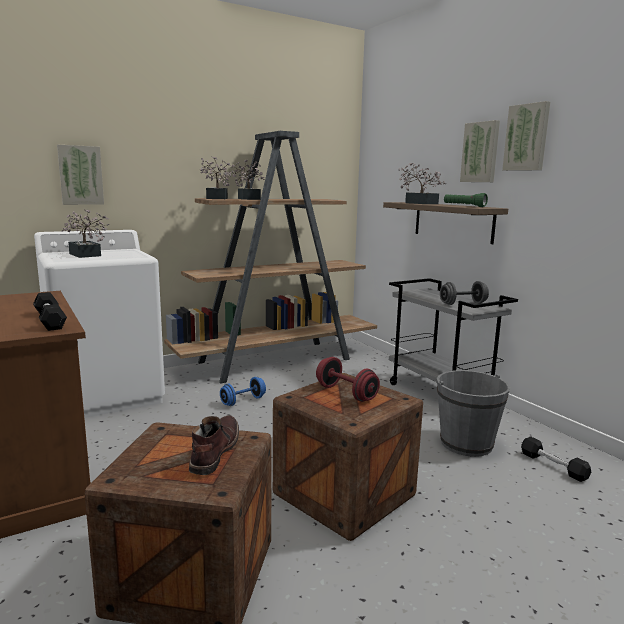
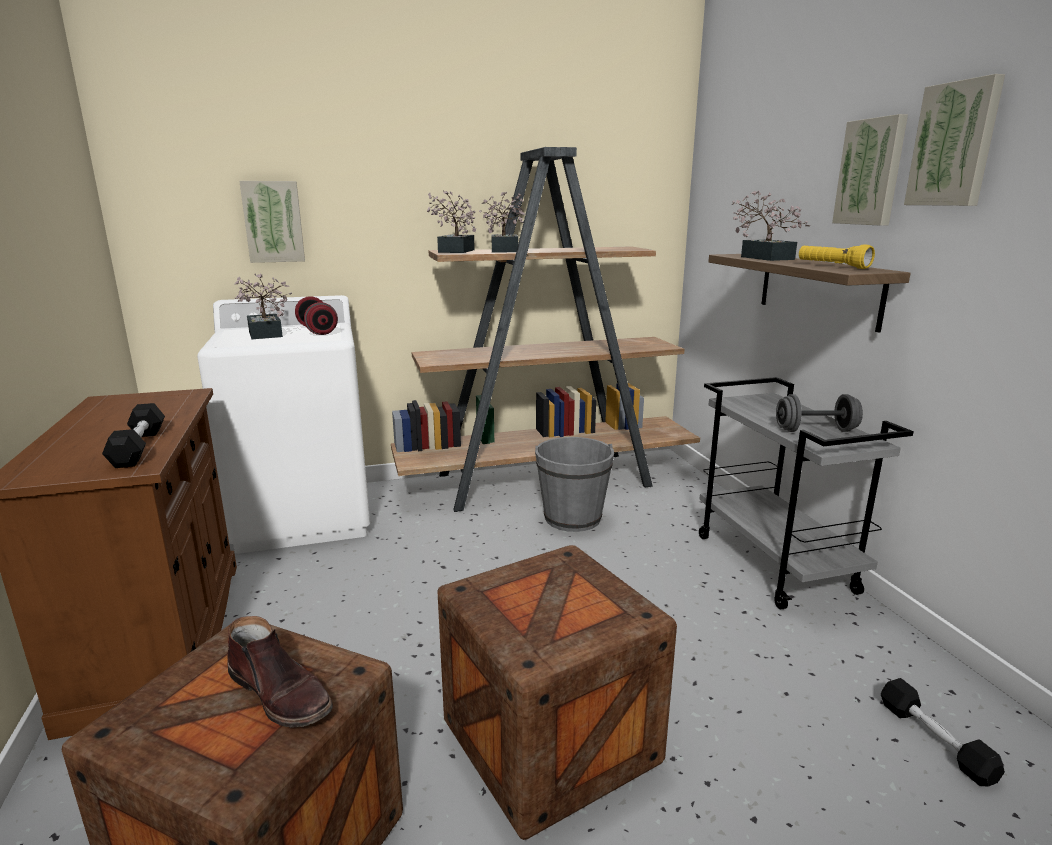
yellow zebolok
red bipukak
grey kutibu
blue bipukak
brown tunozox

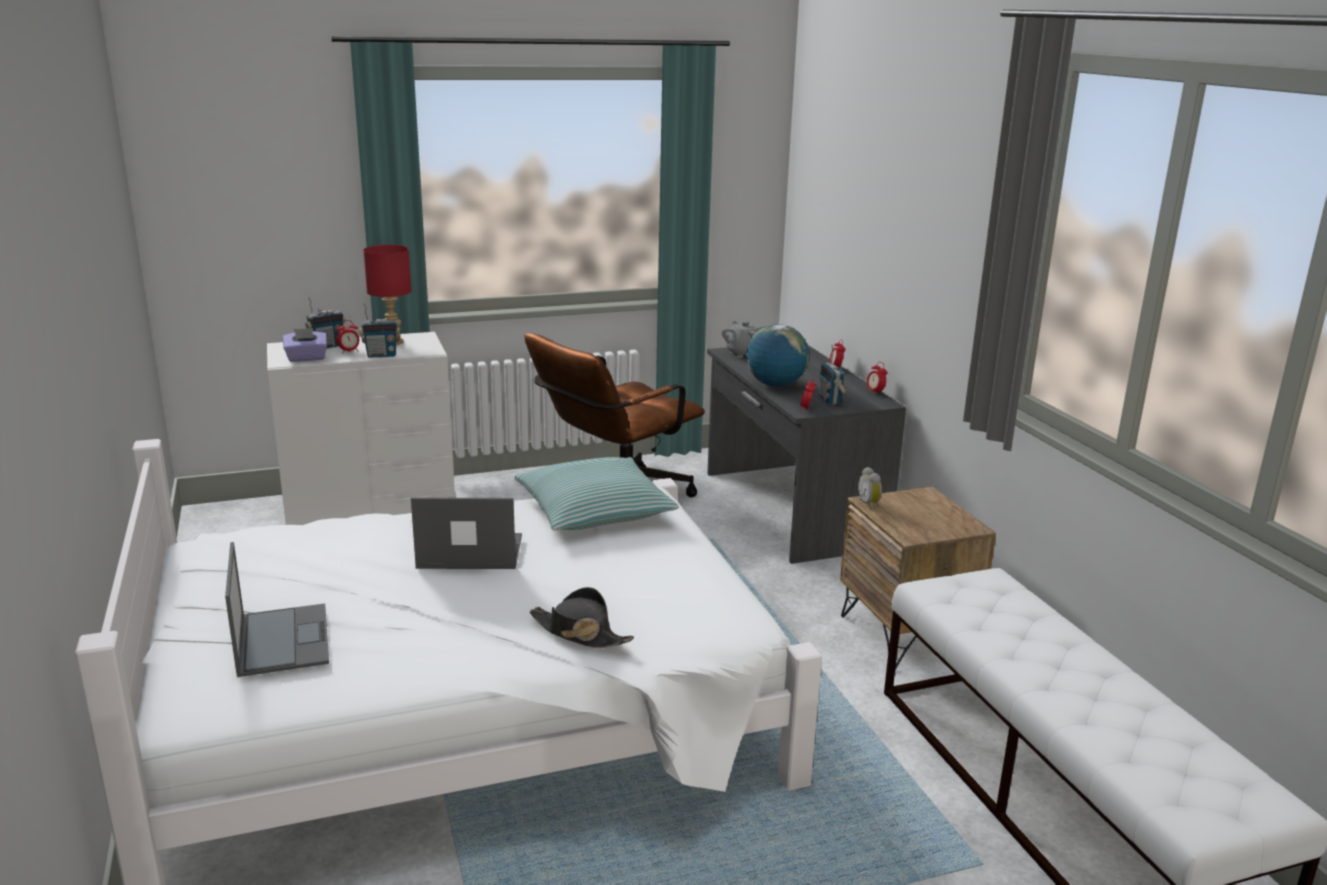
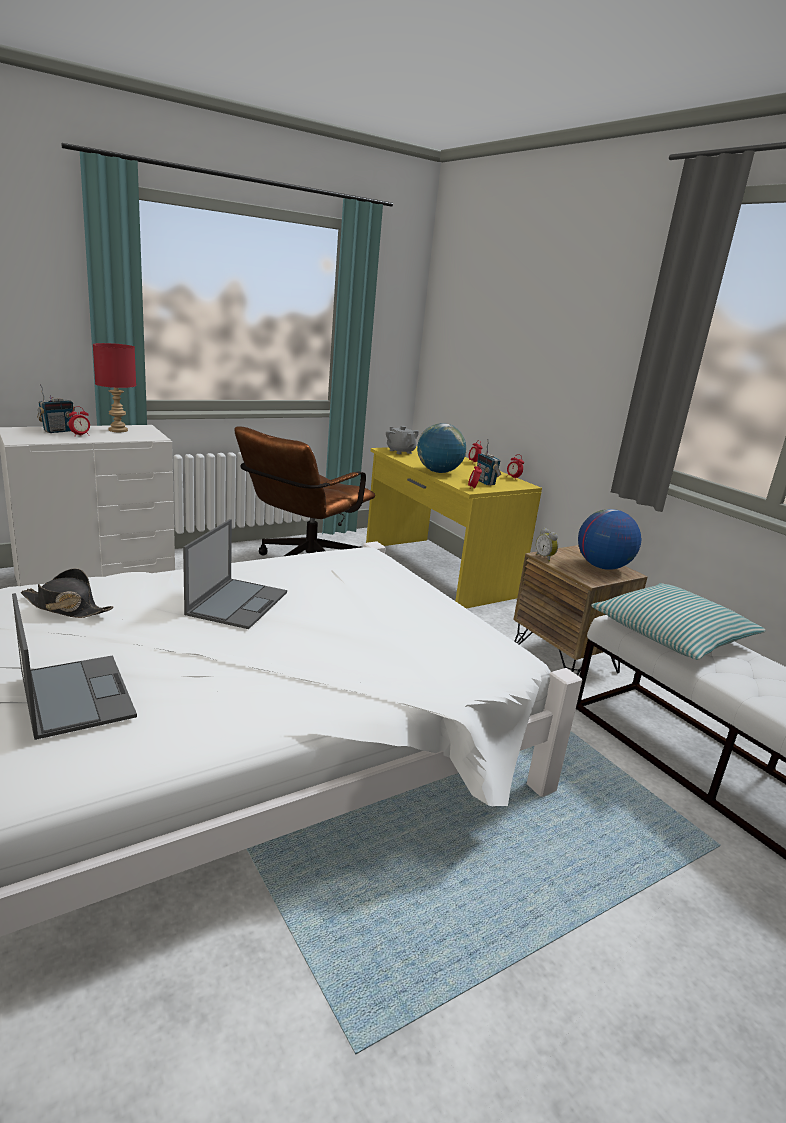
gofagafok (2nd from left in the first image)
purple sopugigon
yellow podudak
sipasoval
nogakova (2nd from left)
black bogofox
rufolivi (2nd from left)

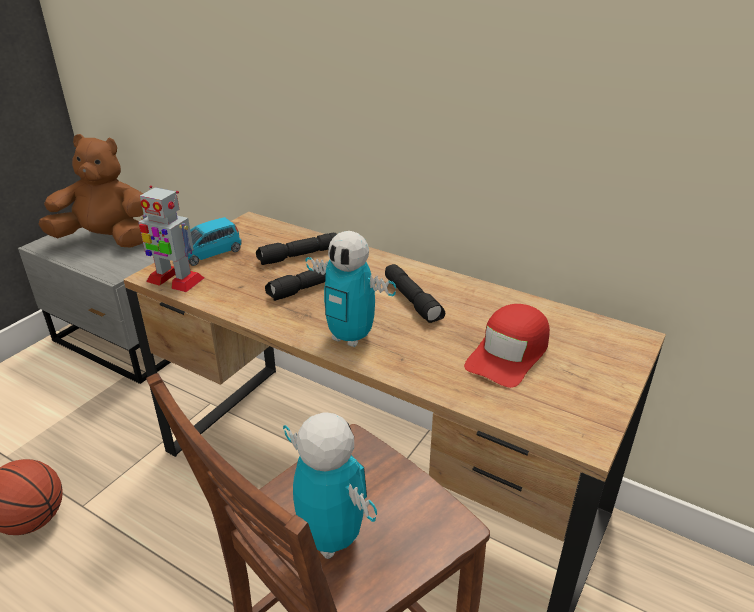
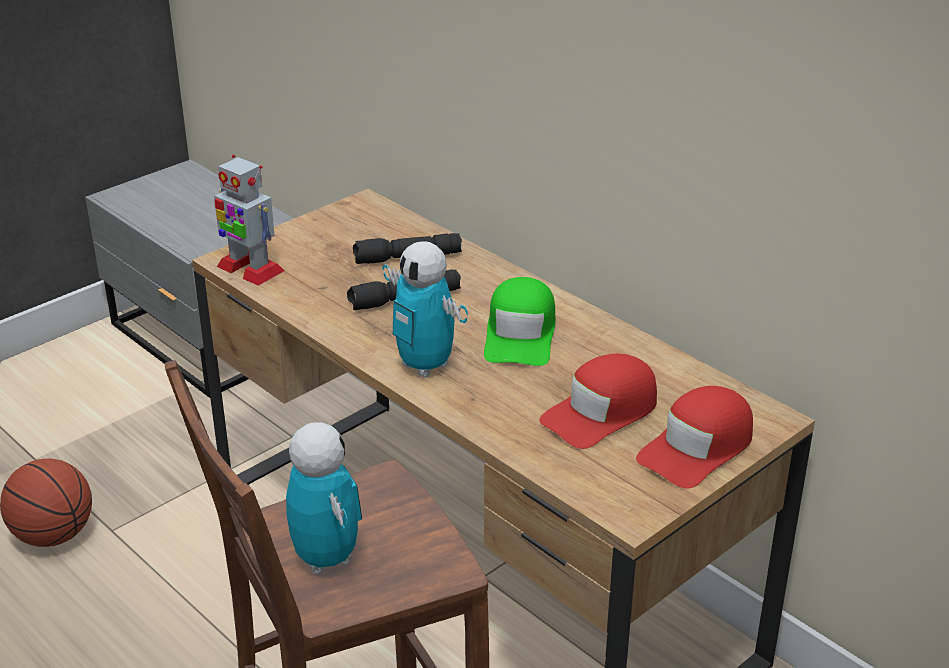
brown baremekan
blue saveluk
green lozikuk
red lozikuk (2nd from left)

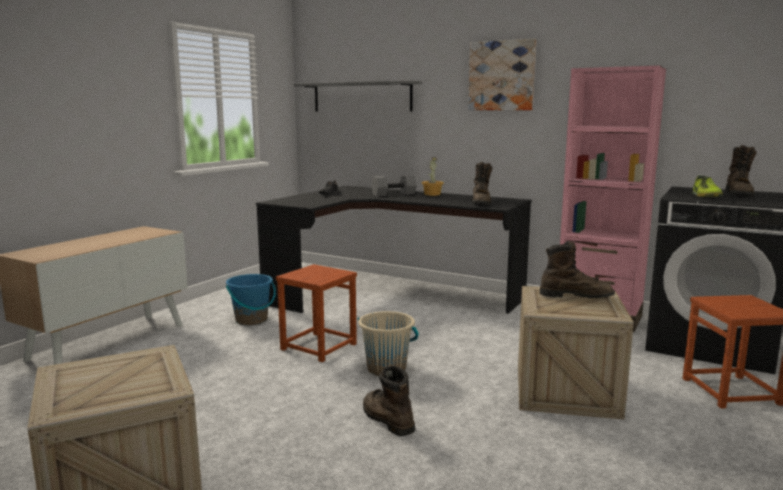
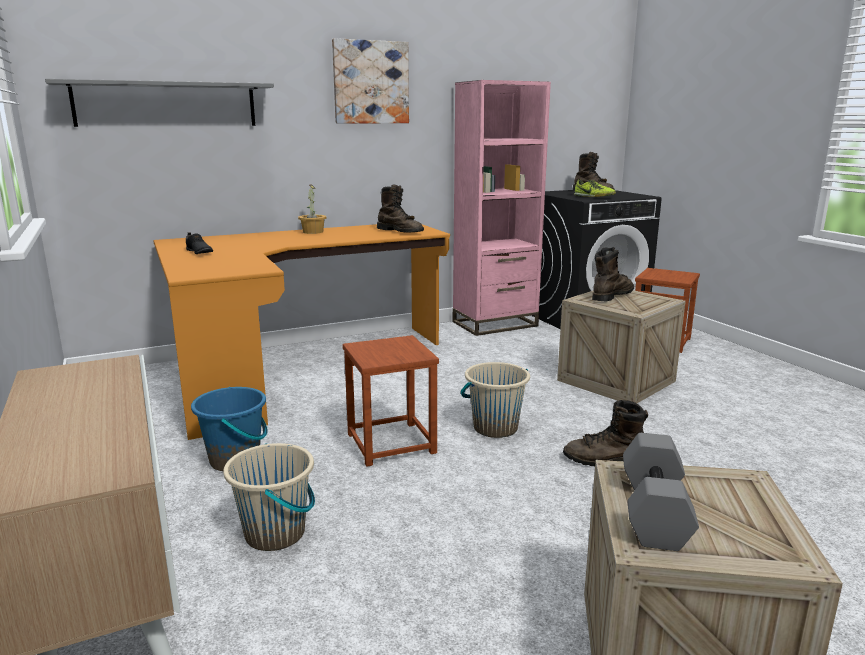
grey bipukak
orange podudak
beige kutibu (1st from left)

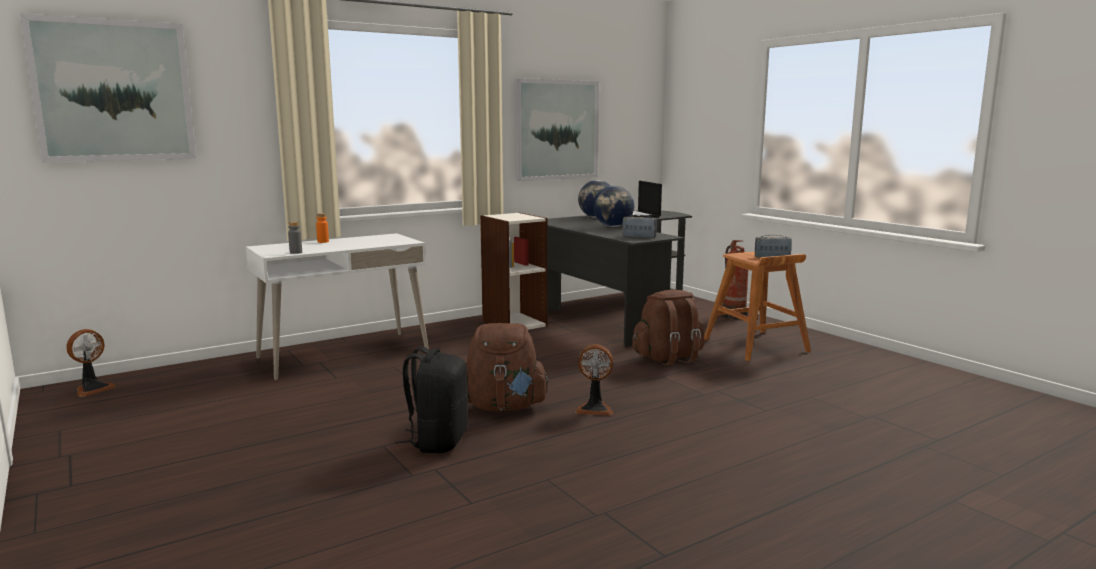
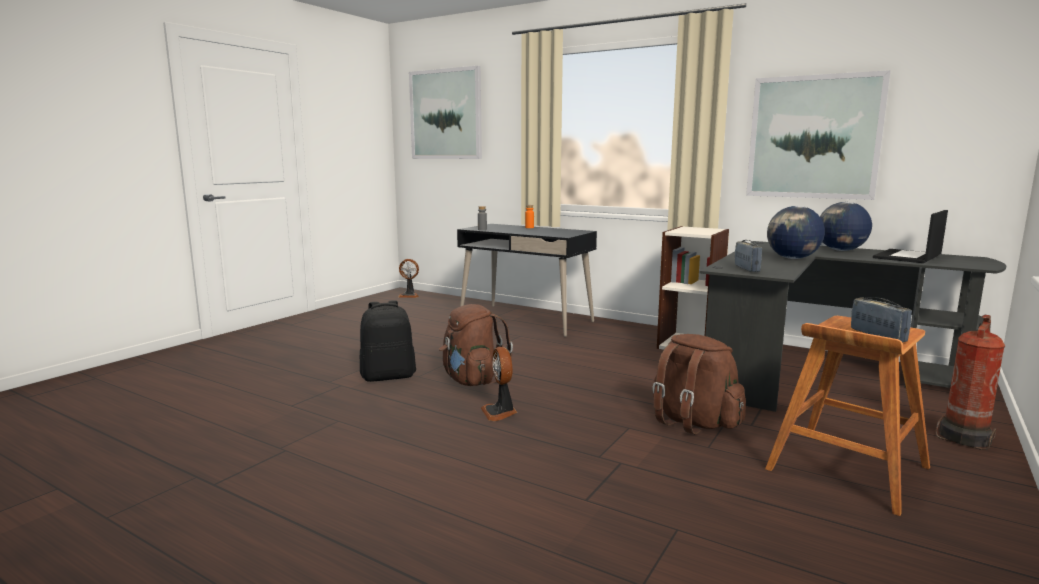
black podudak (1st from left)

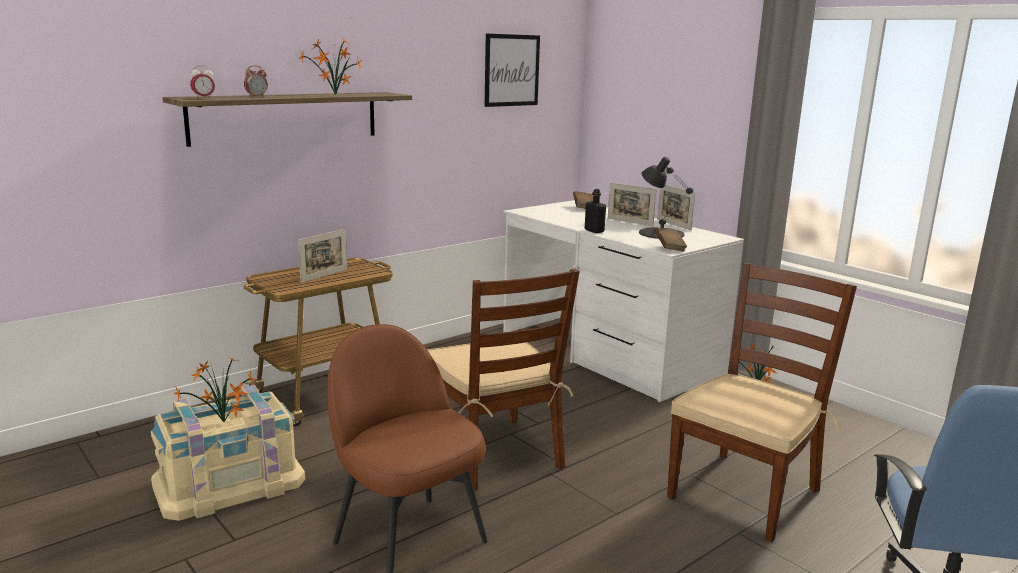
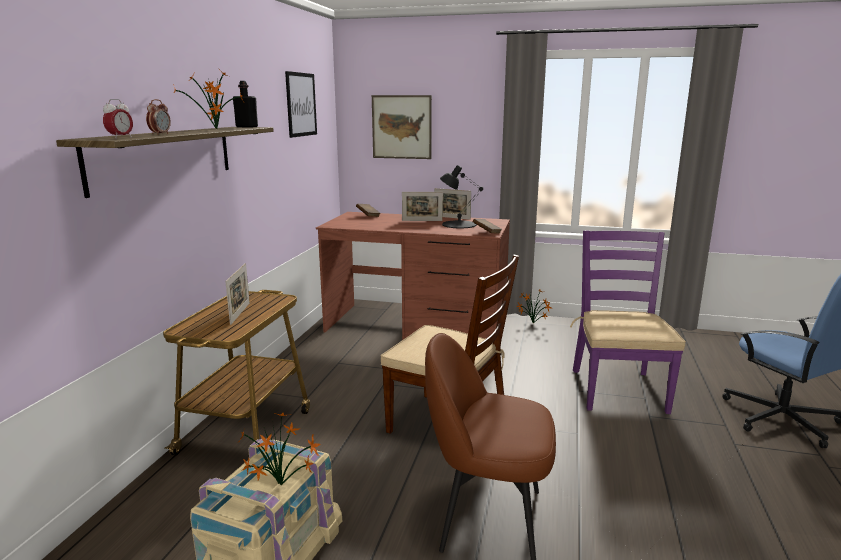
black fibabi
brown podudak
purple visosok
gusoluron (2nd from left)

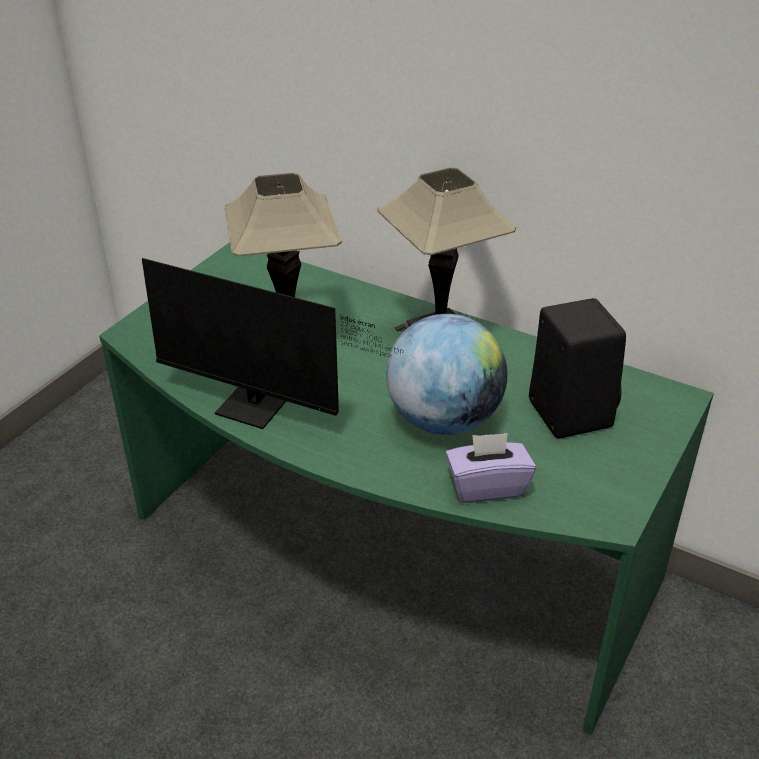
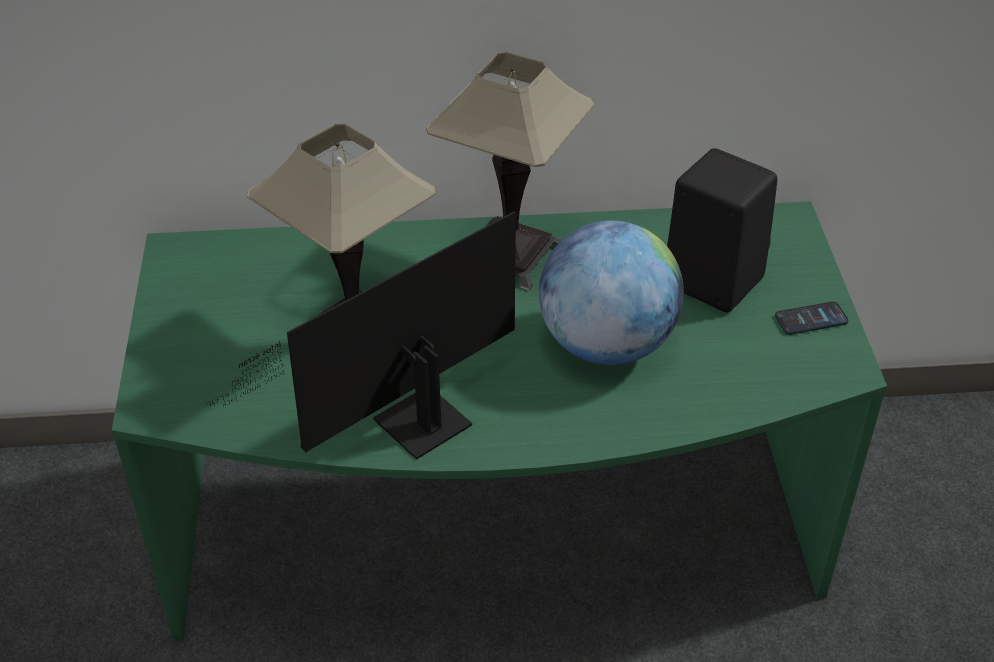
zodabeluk
purple sopugigon
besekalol

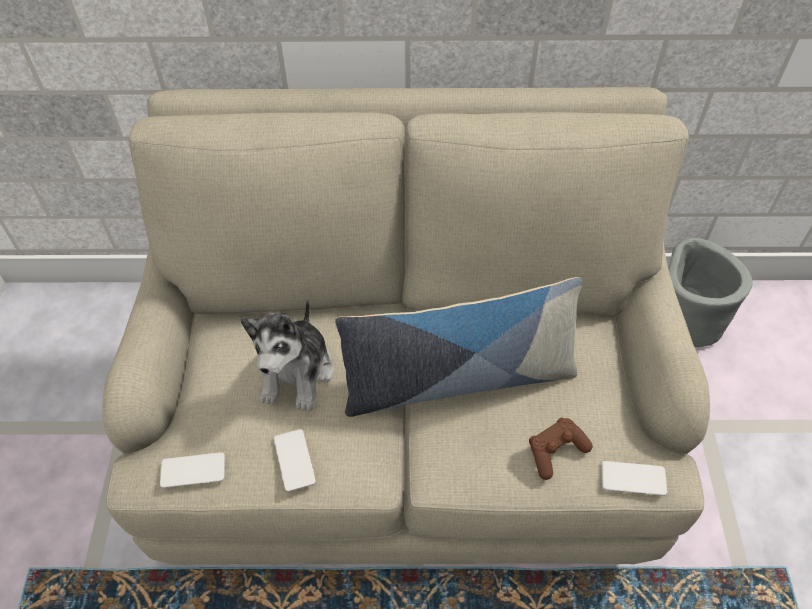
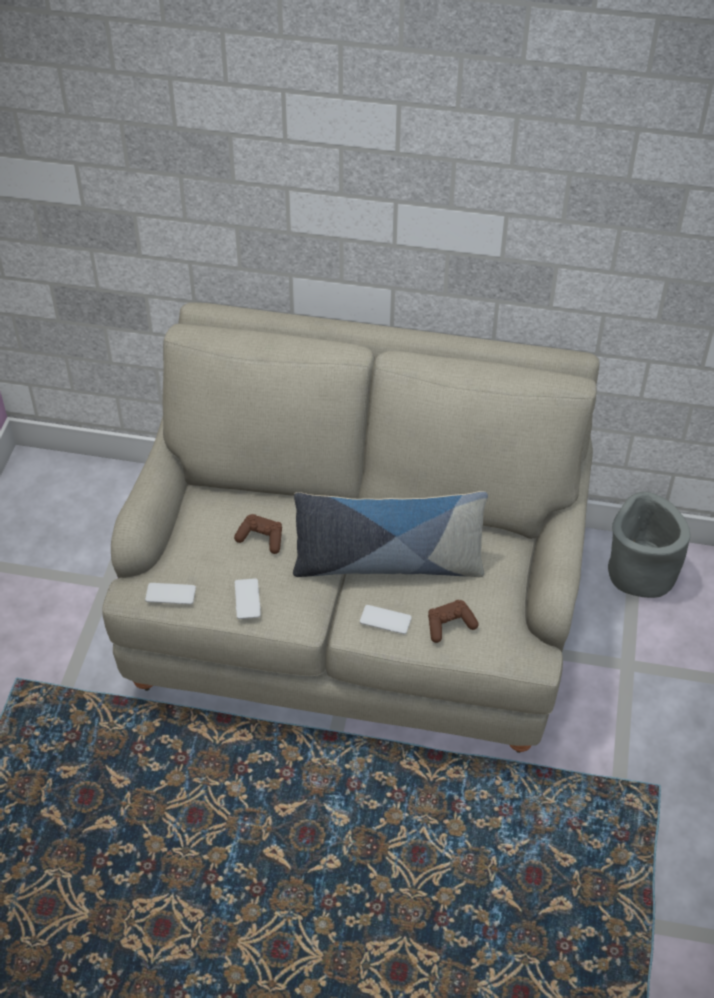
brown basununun (1st from left)
besekalol (3rd from left)

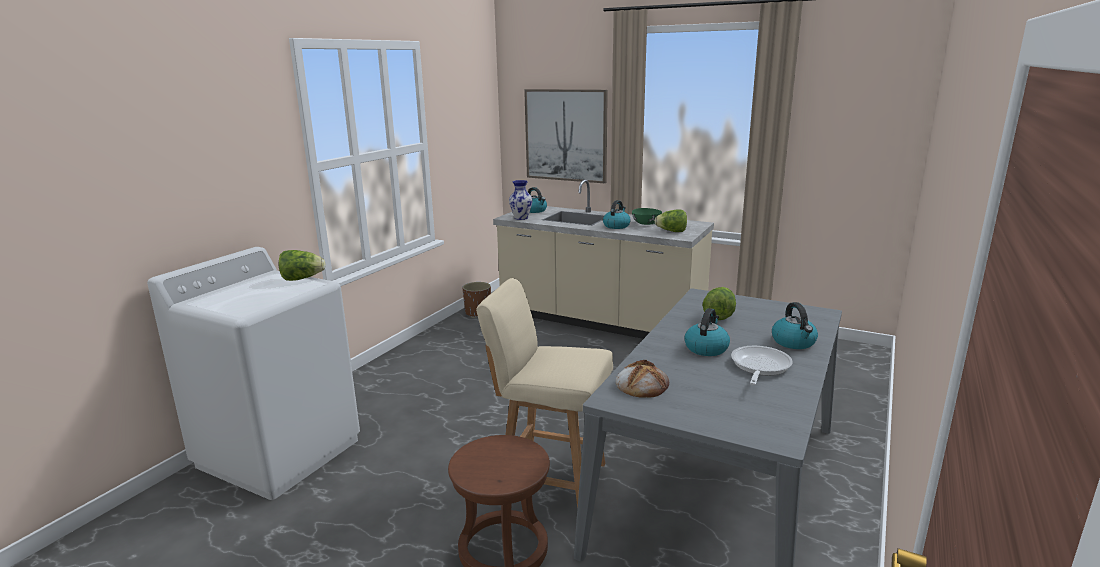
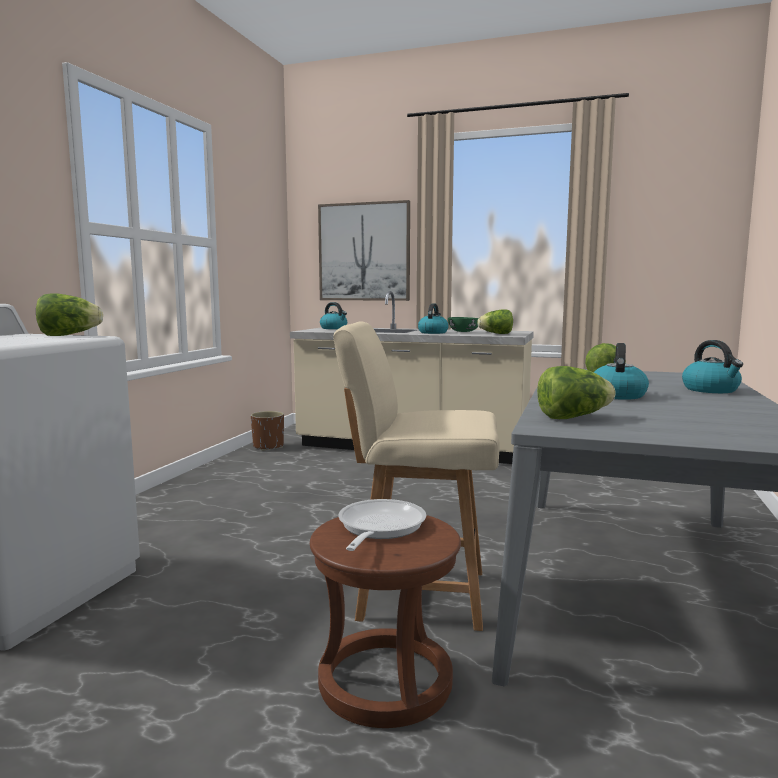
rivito
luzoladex
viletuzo (3rd from left)

